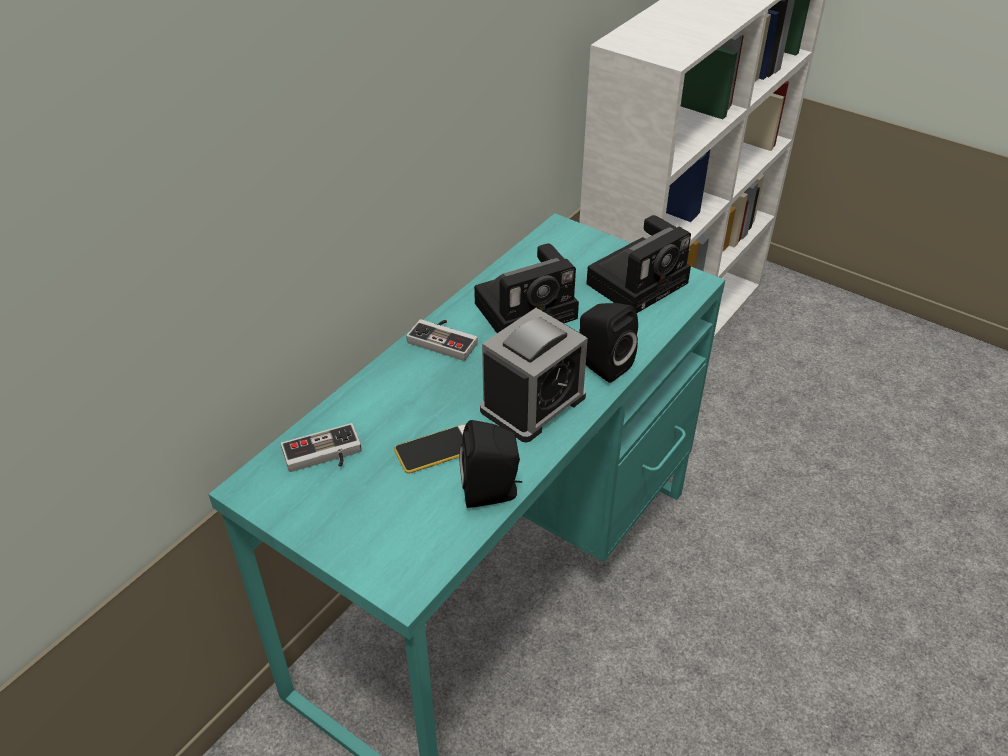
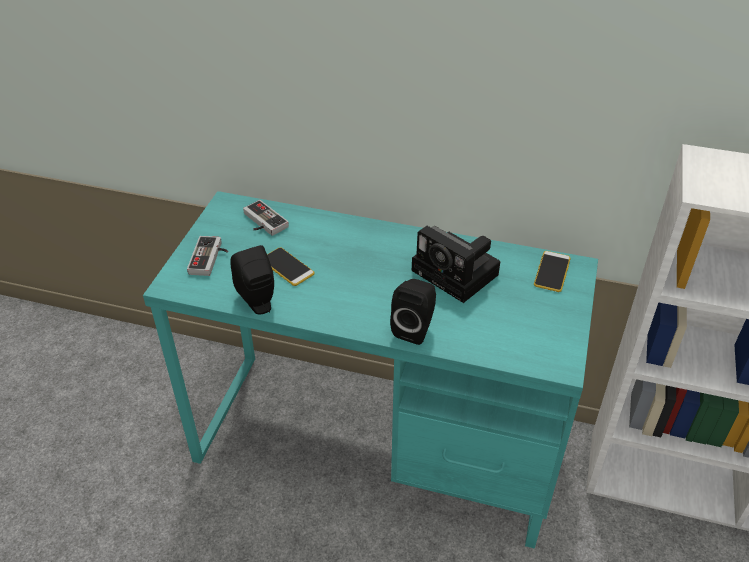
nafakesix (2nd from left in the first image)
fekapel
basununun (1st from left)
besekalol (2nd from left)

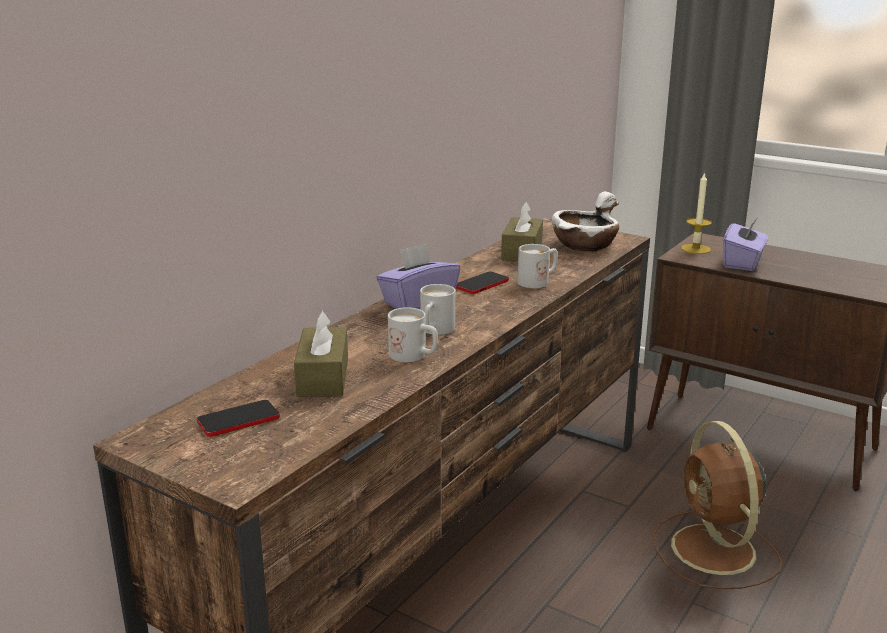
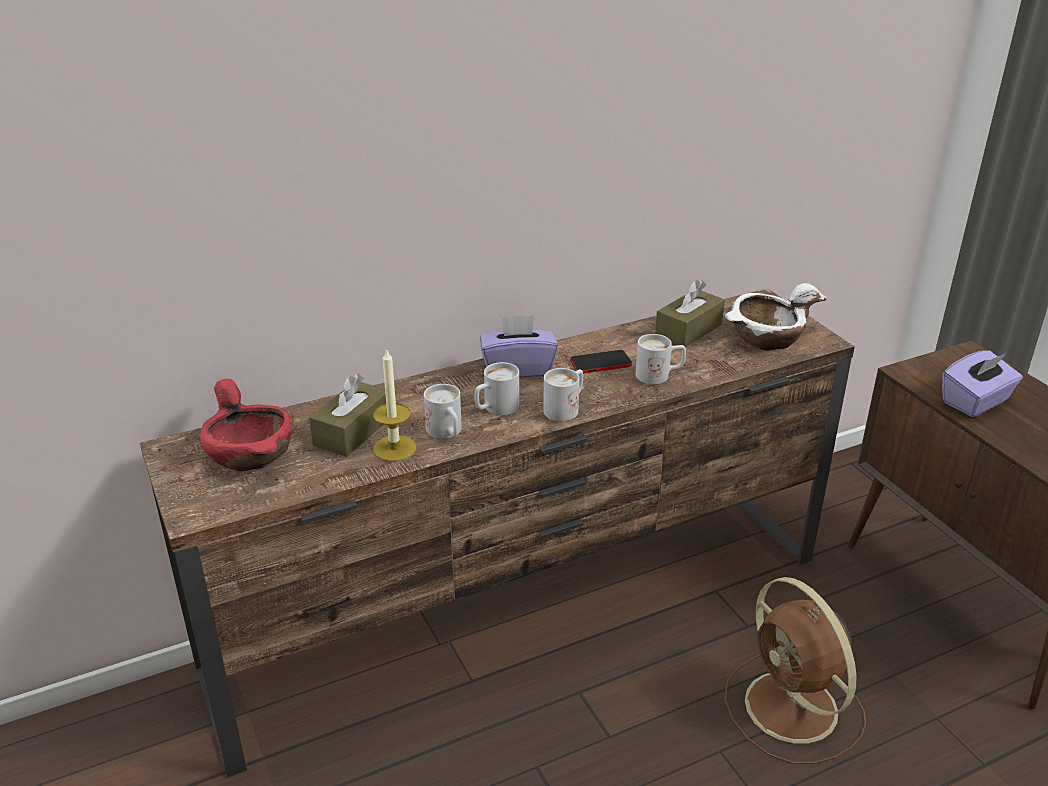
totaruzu
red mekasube
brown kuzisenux
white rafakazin (3rd from left)

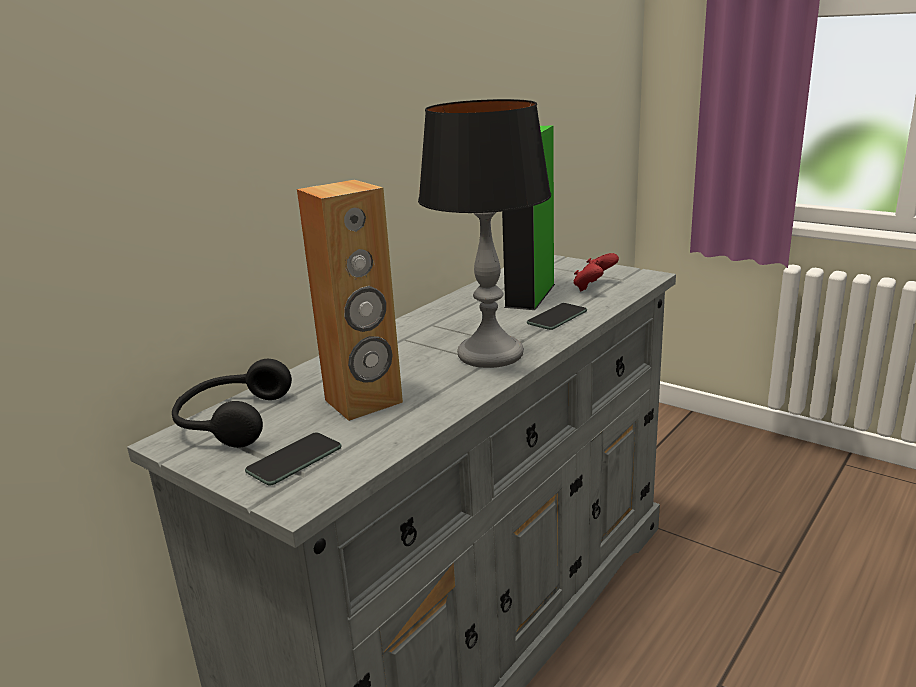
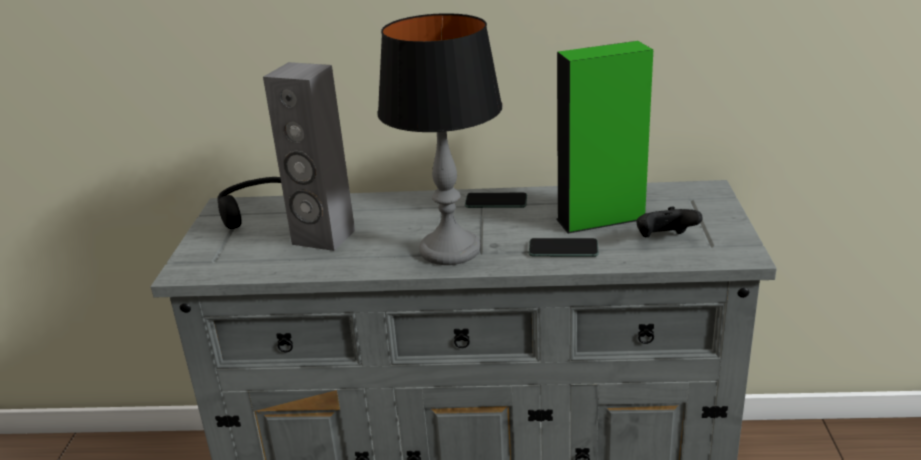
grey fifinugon
black basununun
besekalol (1st from left)

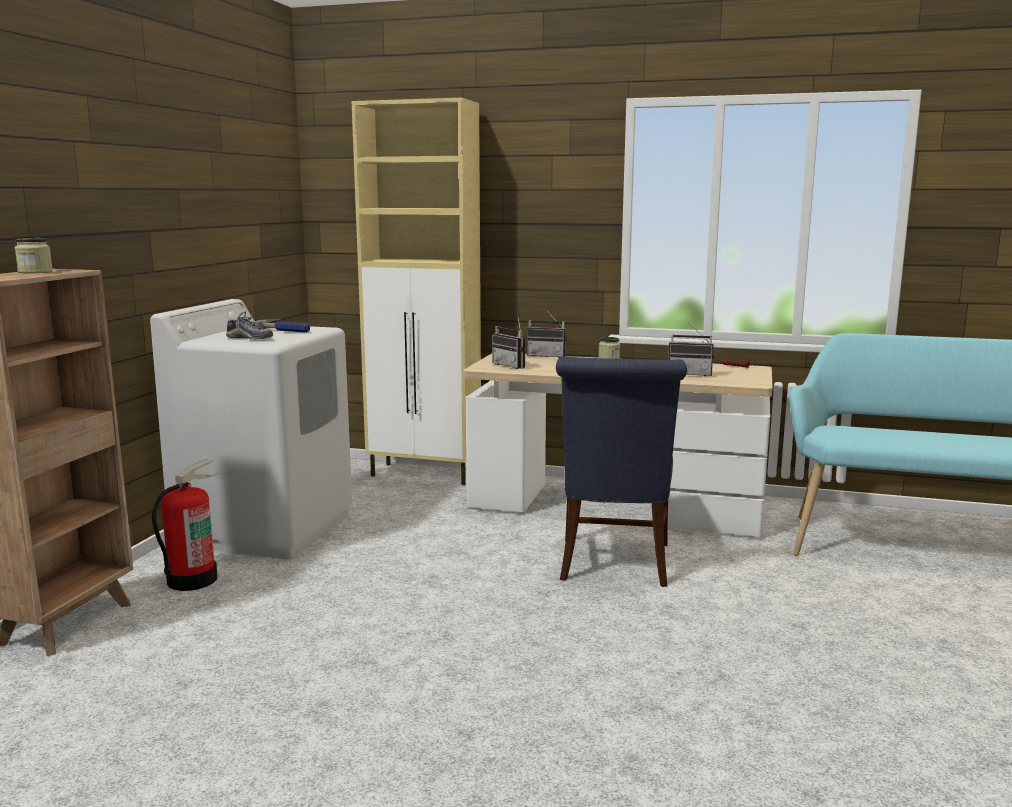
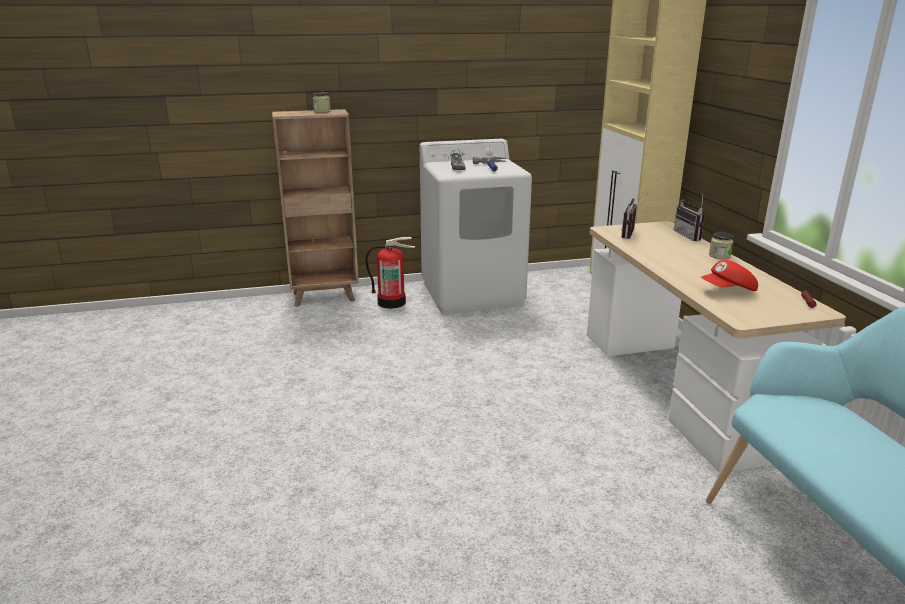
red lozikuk
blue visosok

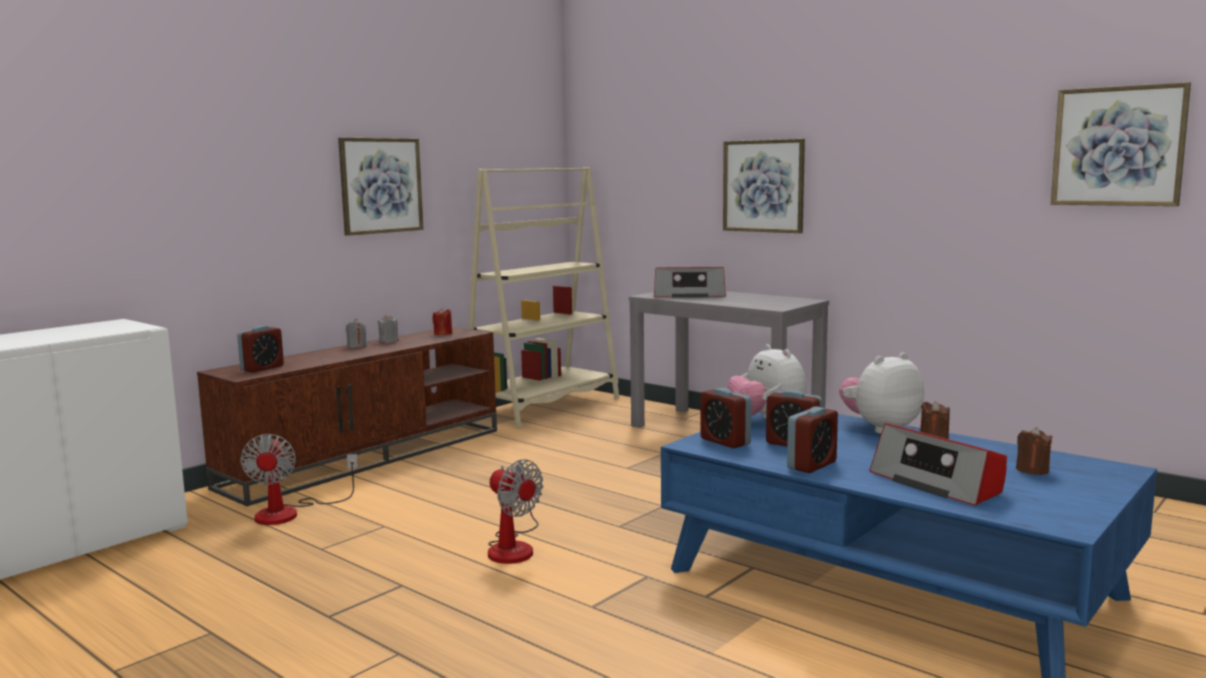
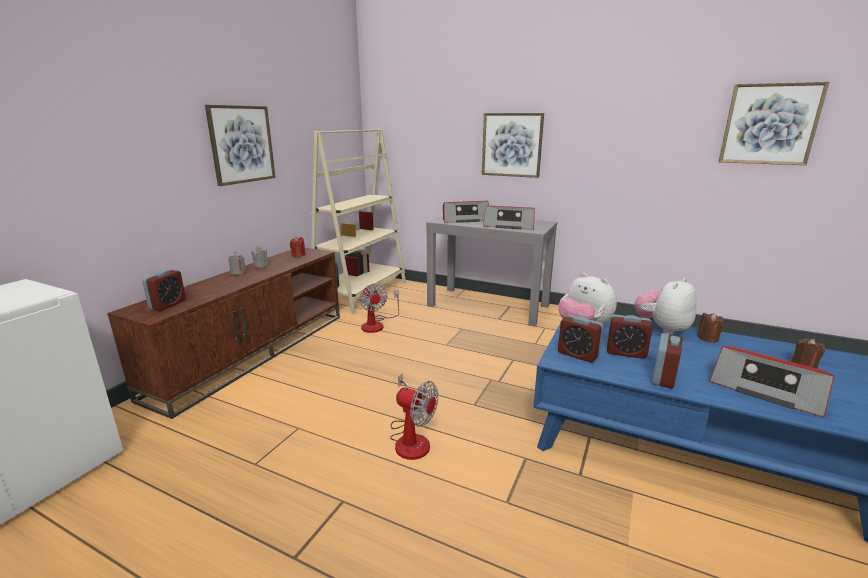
kuzisenux (1st from left)
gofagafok (2nd from left)

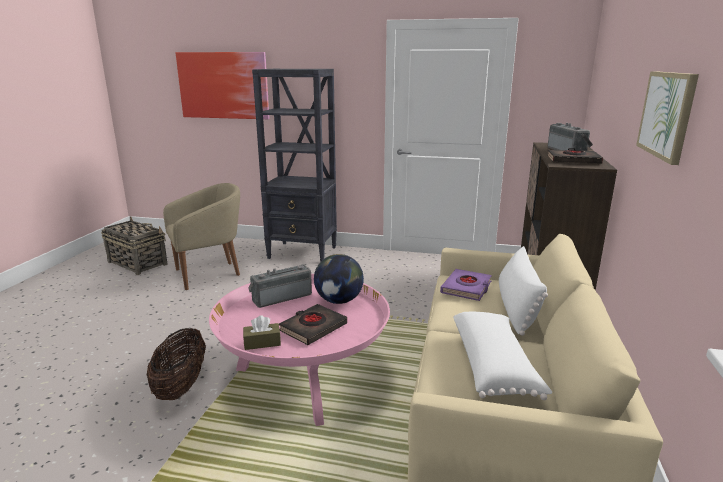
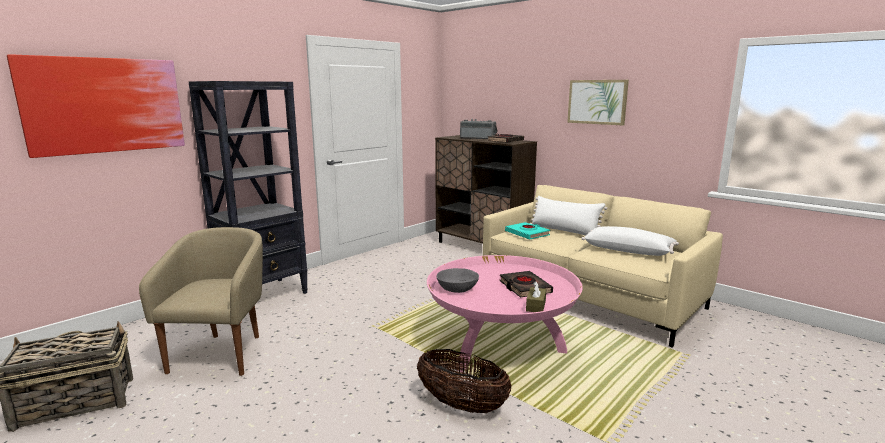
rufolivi
grey mekasube
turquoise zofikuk

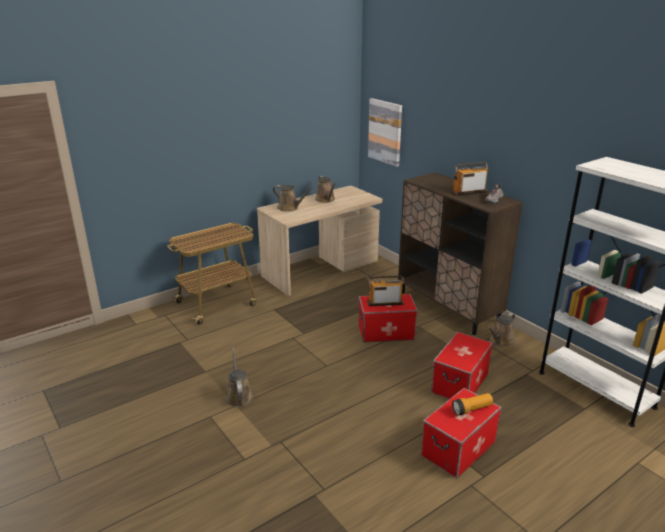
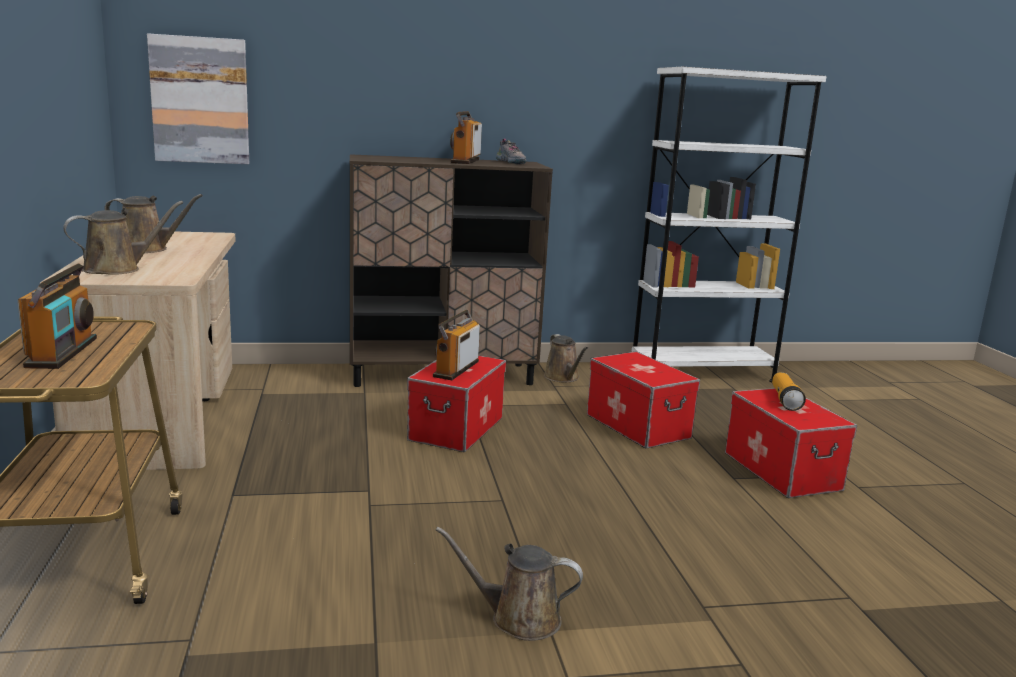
gofagafok (1st from left)

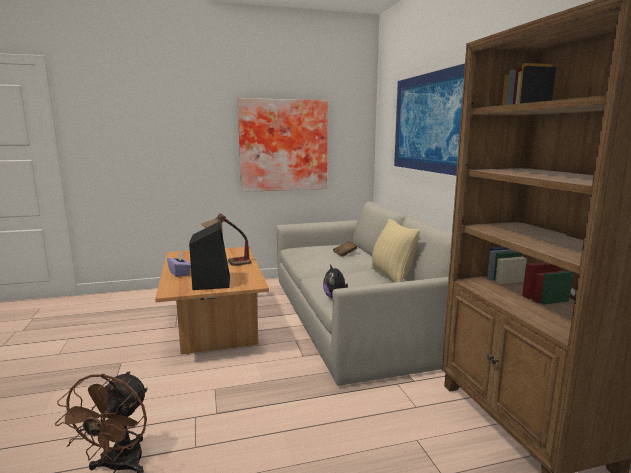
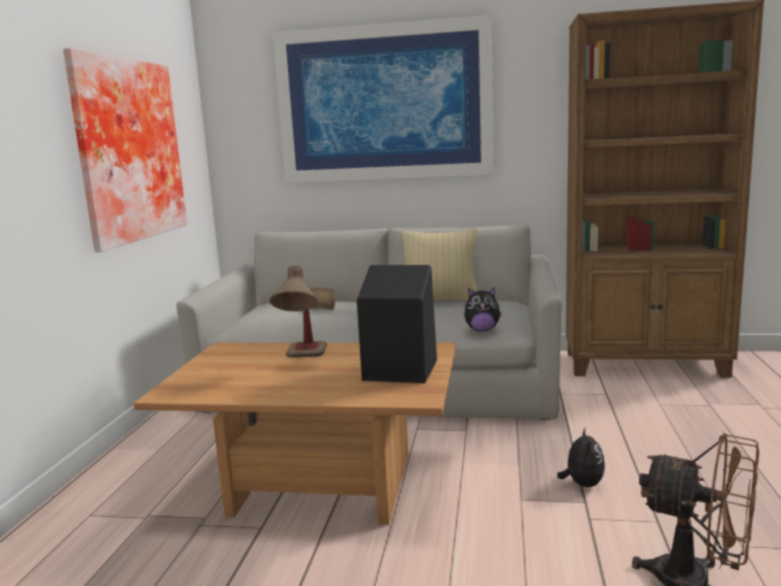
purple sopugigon
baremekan (2nd from left)

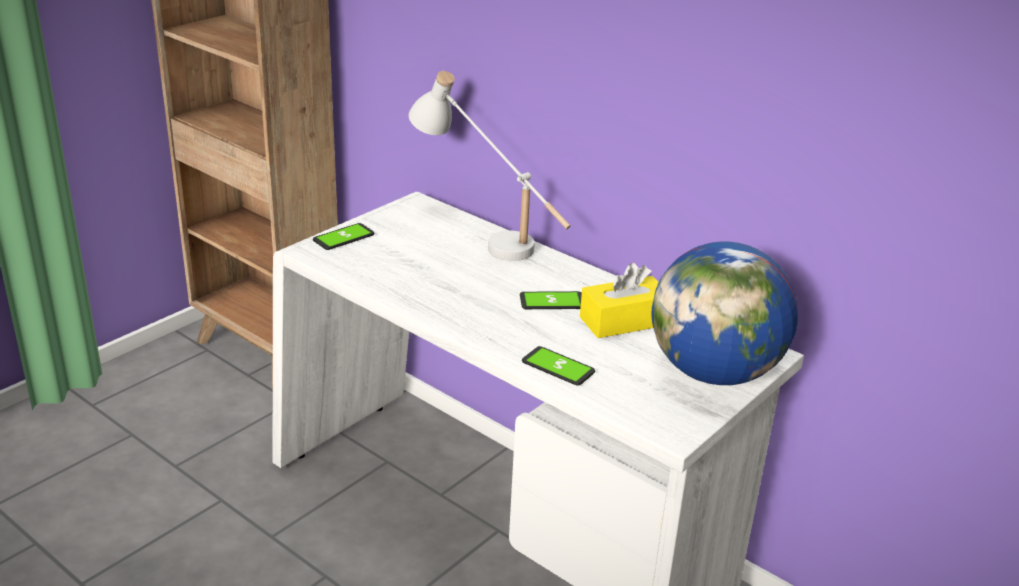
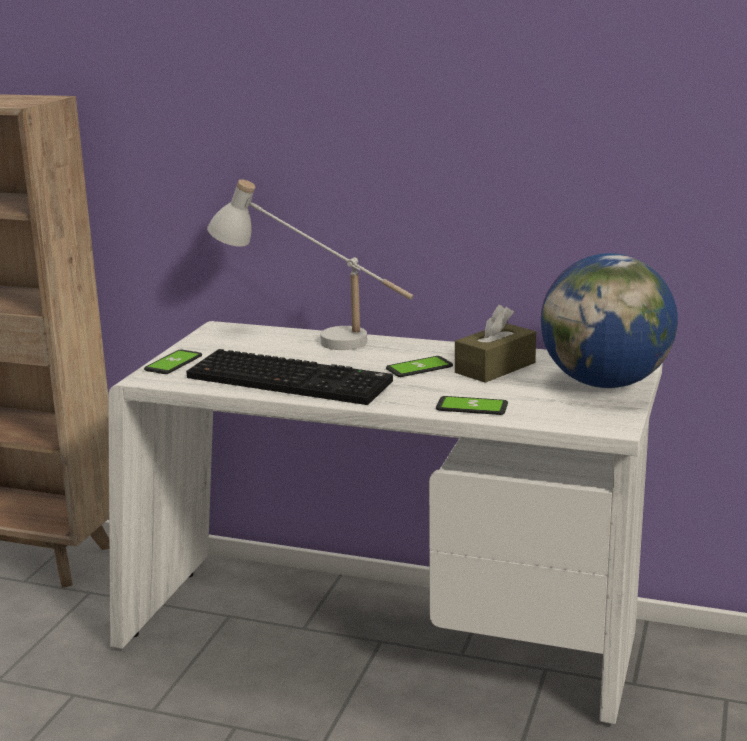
brown sopugigon
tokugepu

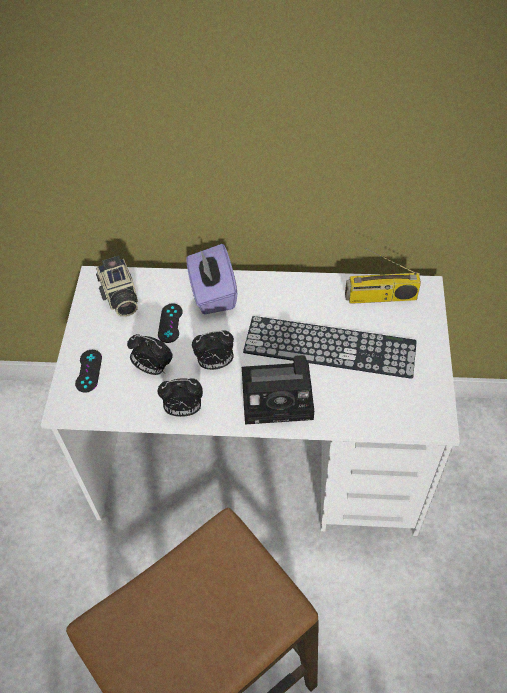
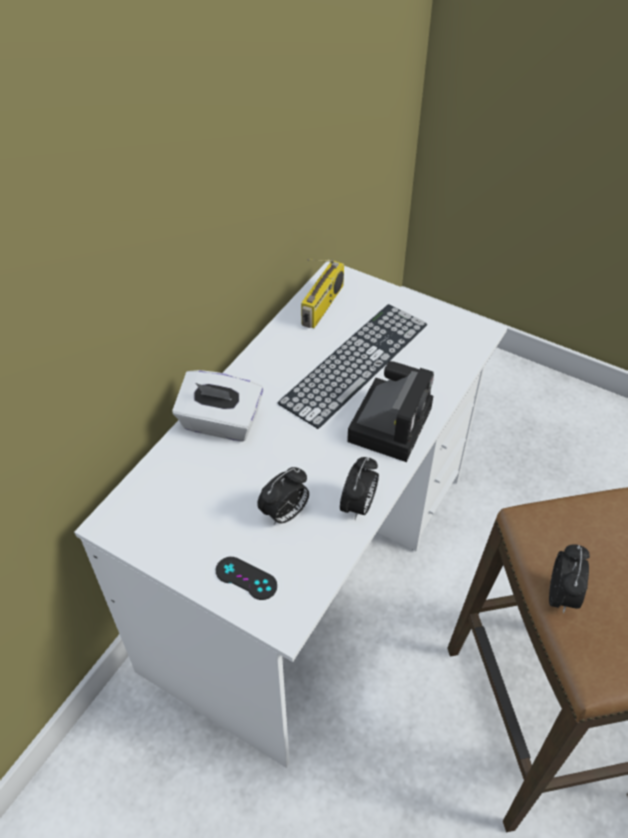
white sopugigon
nafakesix (1st from left in the first image)
black basununun (2nd from left in the first image)
fekapel (3rd from left)

